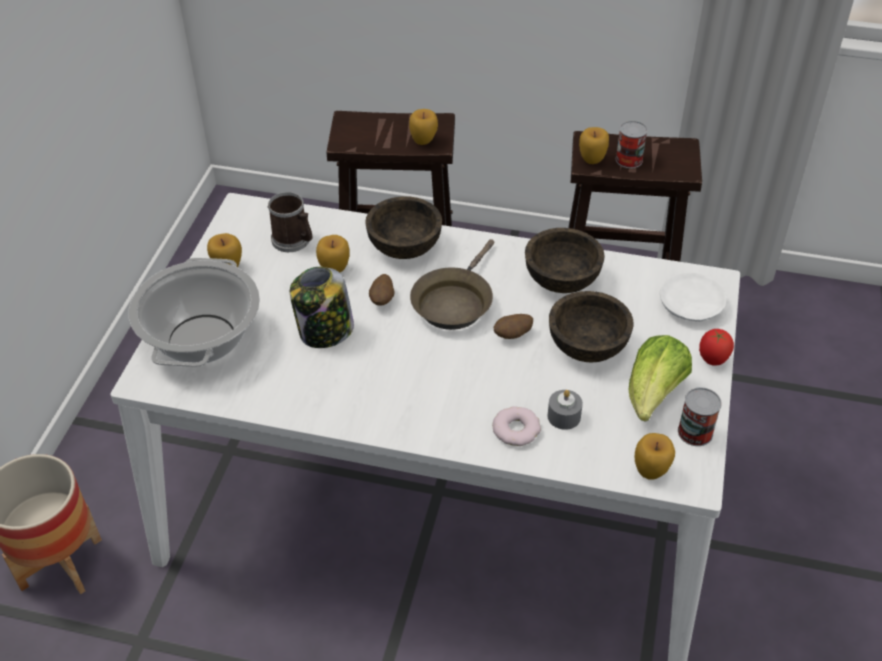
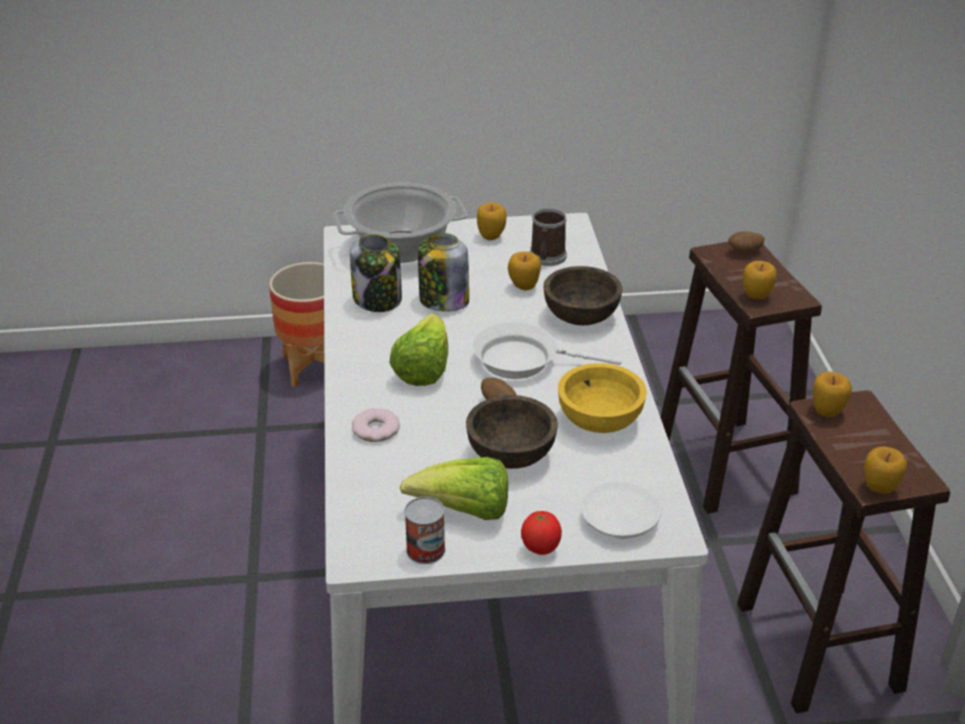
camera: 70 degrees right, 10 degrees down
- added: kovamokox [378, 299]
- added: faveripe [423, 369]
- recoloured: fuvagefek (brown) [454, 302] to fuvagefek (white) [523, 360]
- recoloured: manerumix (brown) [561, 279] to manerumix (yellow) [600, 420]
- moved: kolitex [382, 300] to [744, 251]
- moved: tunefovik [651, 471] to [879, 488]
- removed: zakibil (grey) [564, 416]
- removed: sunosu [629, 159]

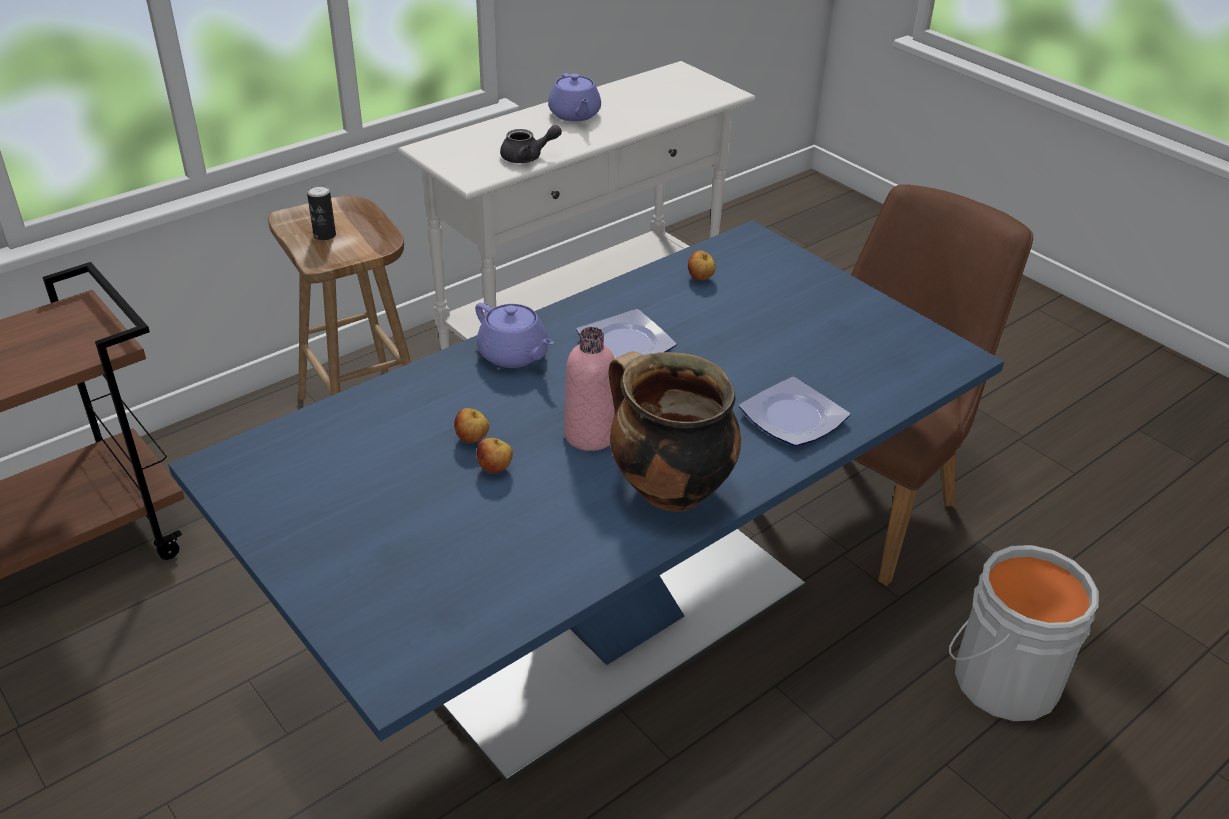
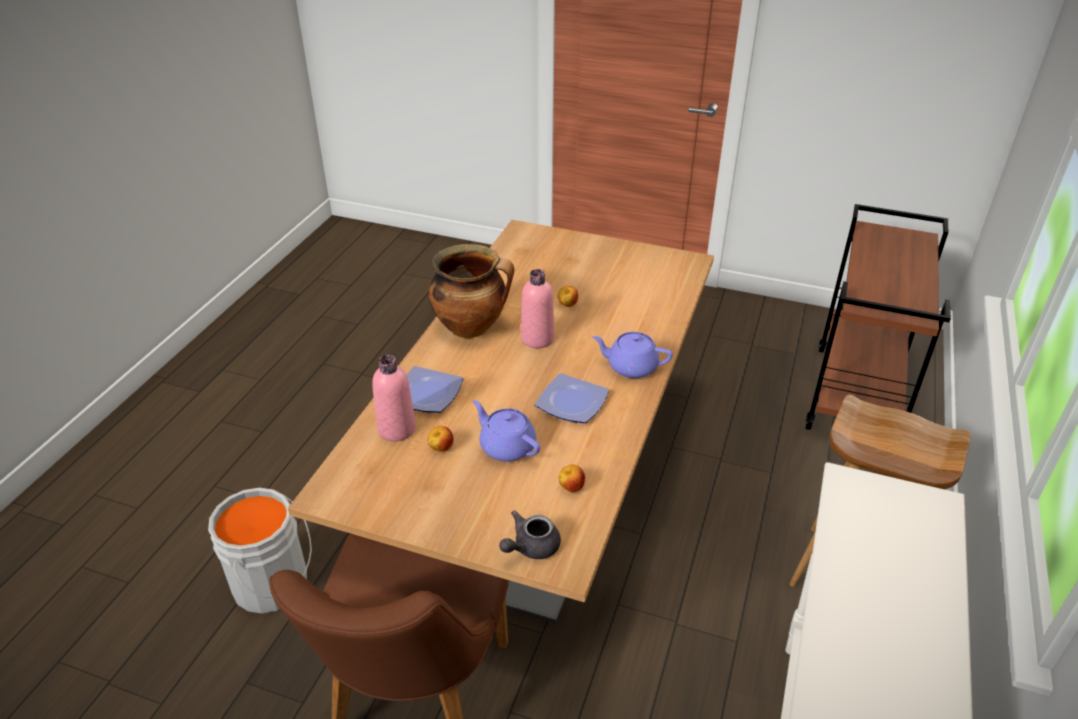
camera: 150 degrees right, 0 degrees up
- recoloured: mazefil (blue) [608, 623] to mazefil (beige) [539, 504]
- added: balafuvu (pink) [396, 429]
- moved: tunefovik [472, 439] to [441, 448]
- moved: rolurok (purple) [575, 115] to [506, 446]
- moved: rolurok (grey) [527, 157] to [530, 547]
- removed: sunosu [324, 235]

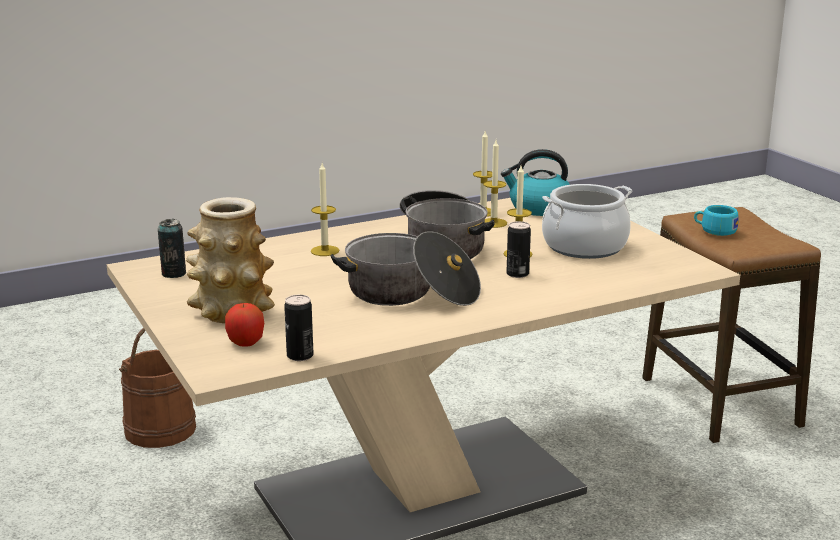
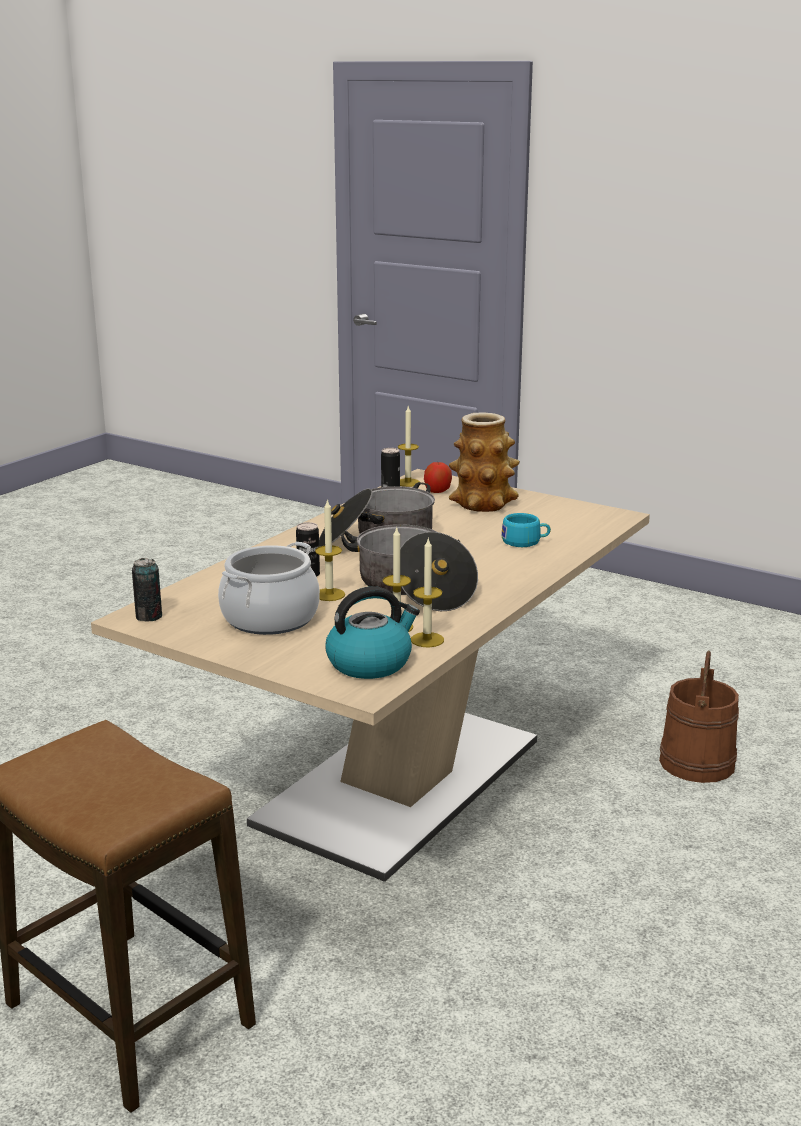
camera: 150 degrees right, 0 degrees up
- moved: sunosu [174, 273] to [149, 617]
- moved: zakibil [325, 251] to [408, 482]
- moved: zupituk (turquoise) [714, 230] to [525, 542]

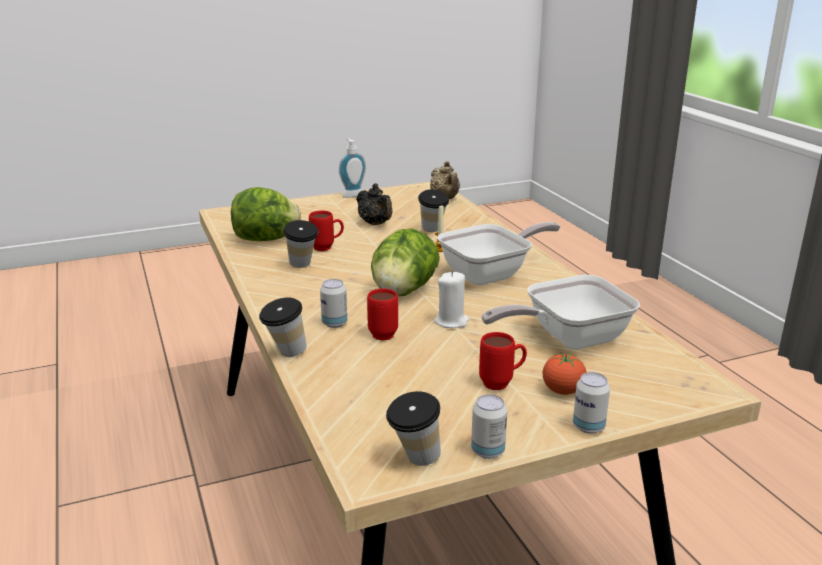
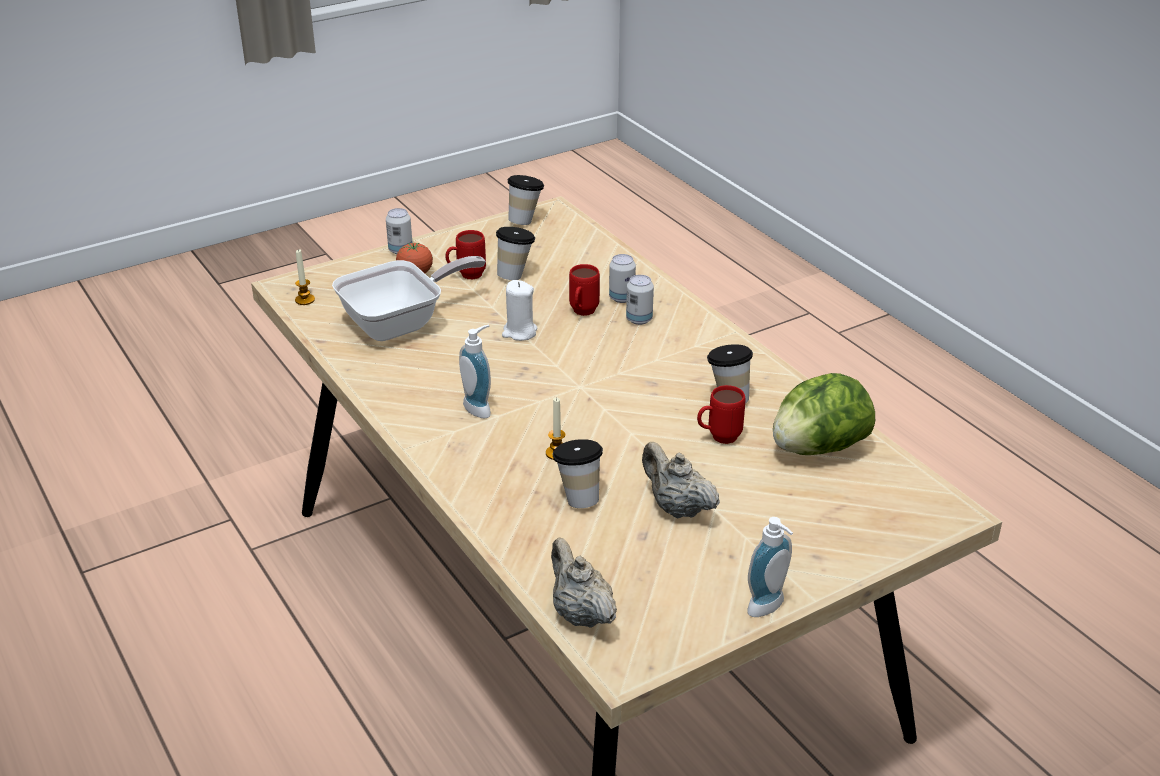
camera: 170 degrees right, 10 degrees up
- added: zakibil [305, 300]
- replaced: fuvagefek [491, 274] to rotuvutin [480, 408]
- moved: zupituk [285, 354] to [515, 275]
- moved: sunosu [487, 451] to [621, 298]
- recoloured: rolurok (black) [375, 224] to rolurok (beige) [677, 508]
- removed: faveripe [403, 292]

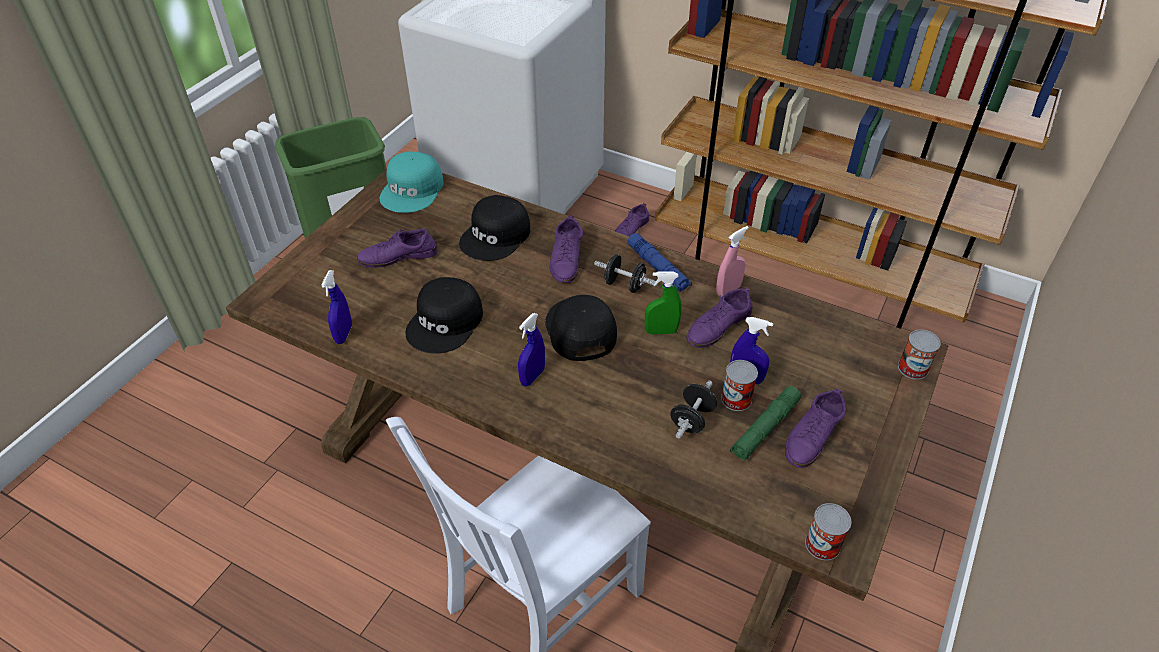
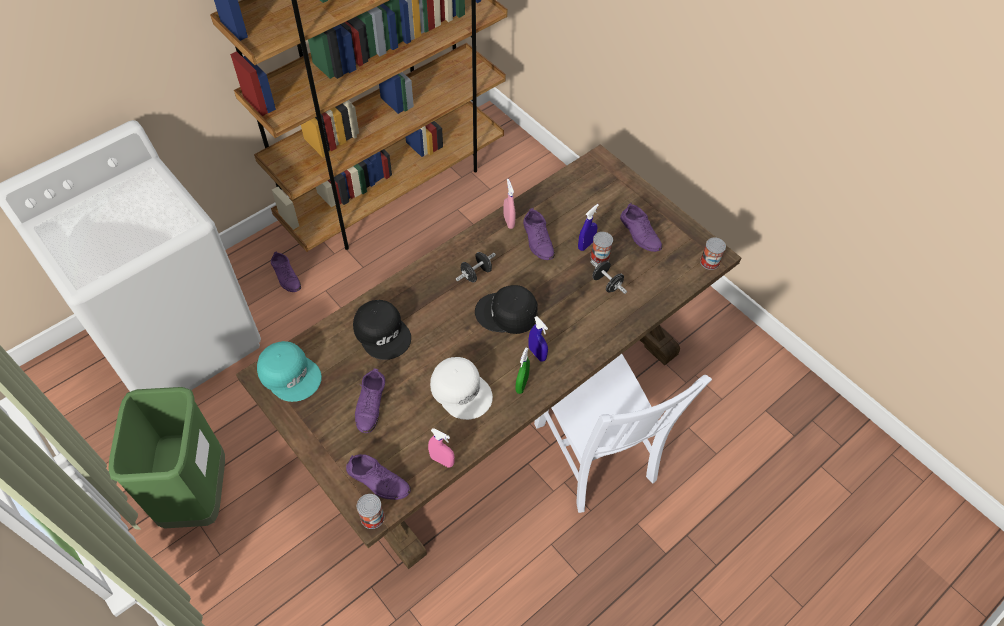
camera: 70 degrees left, 10 degrees up
- moved: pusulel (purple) [566, 259] to [378, 480]
- moved: sunosu [913, 368] to [372, 517]
- recoloured: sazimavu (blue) [344, 334] to sazimavu (pink) [442, 460]
- recoloured: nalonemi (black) [446, 322] to nalonemi (white) [461, 390]
- moved: sazimavu (green) [661, 331] to [522, 384]
- removed: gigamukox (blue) [658, 268]
- removed: gigamukox (green) [764, 428]

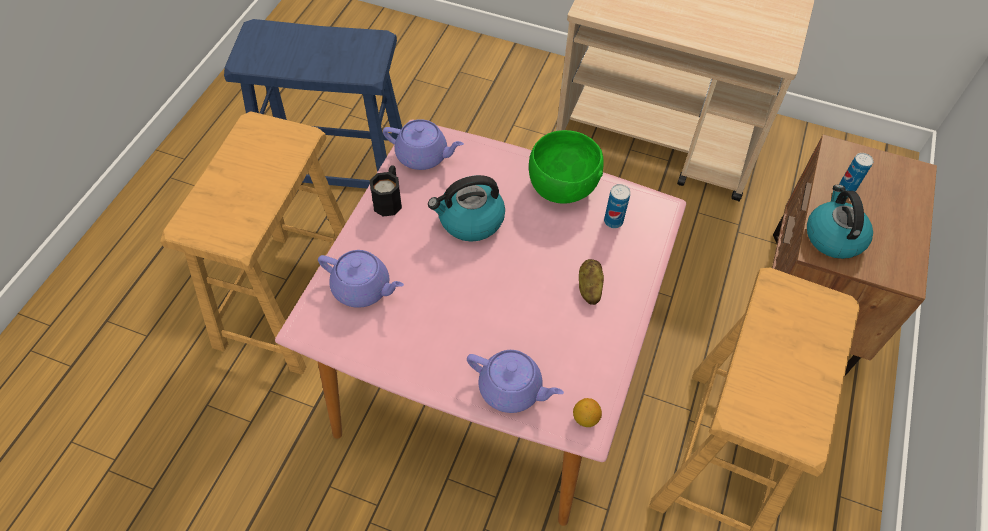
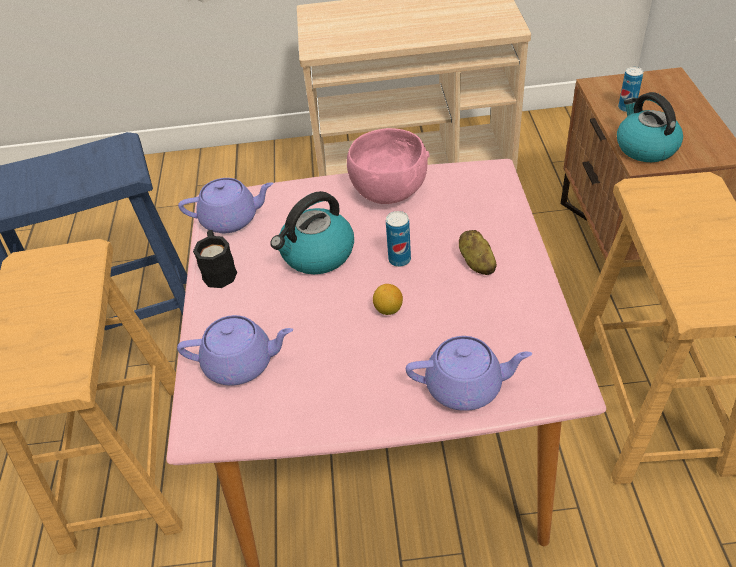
camera: 20 degrees left, 10 degrees down
- recoloured: manerumix (green) [562, 186] to manerumix (pink) [389, 191]
- moved: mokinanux [585, 418] to [388, 309]
- moved: sunosu [613, 221] to [399, 260]

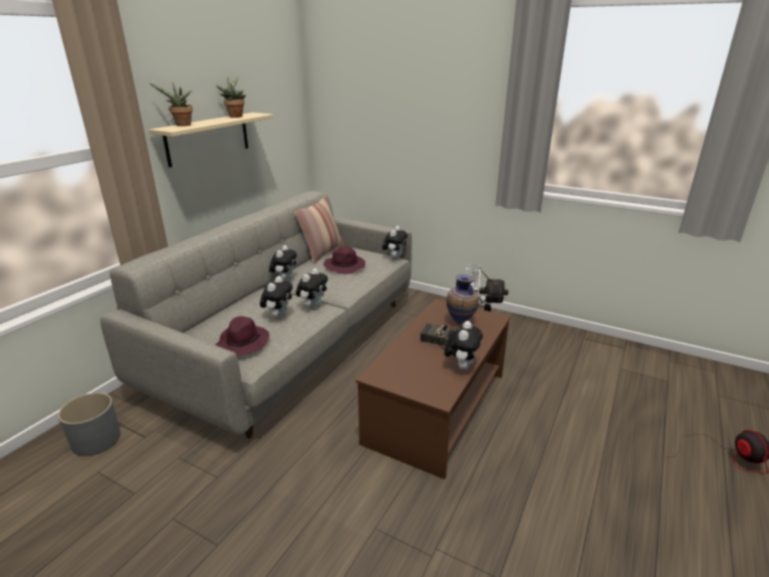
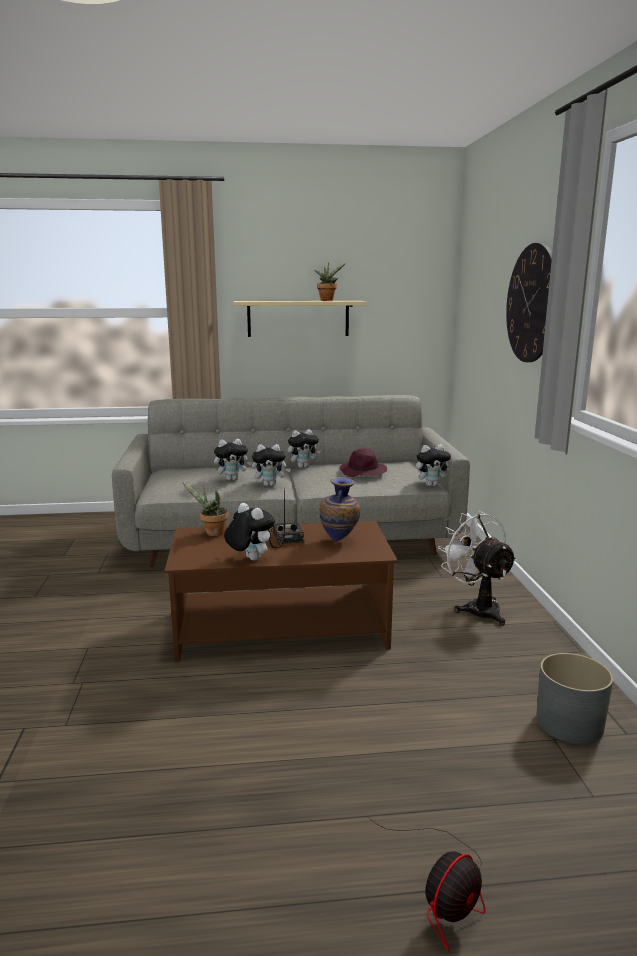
camera: 55 degrees right, 10 degrees down
- moved: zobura [182, 125] to [212, 533]
- turned: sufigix [461, 366] = [249, 559] 120 degrees counterclockwise
- added: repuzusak [532, 303]
- moved: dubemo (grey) [96, 440] to [569, 723]
- removed: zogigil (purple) [243, 342]
- removed: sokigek [322, 253]

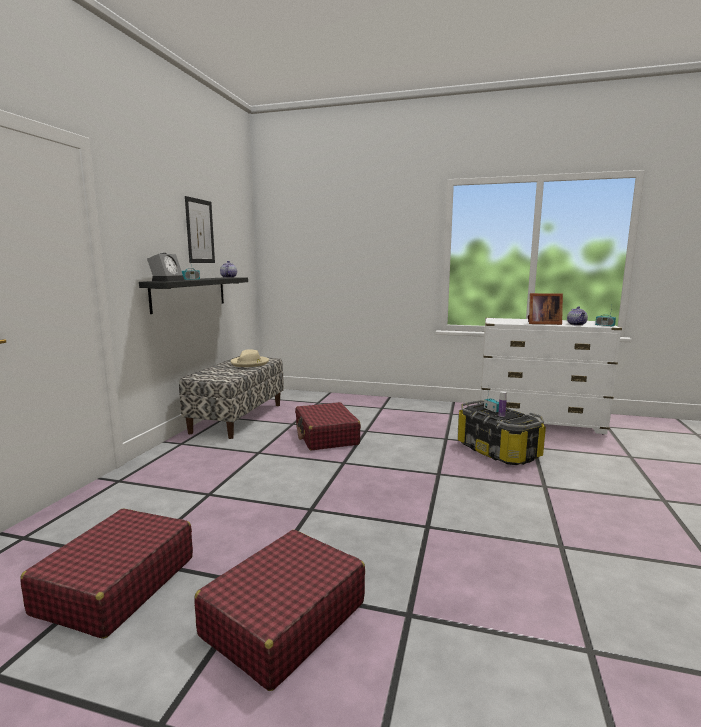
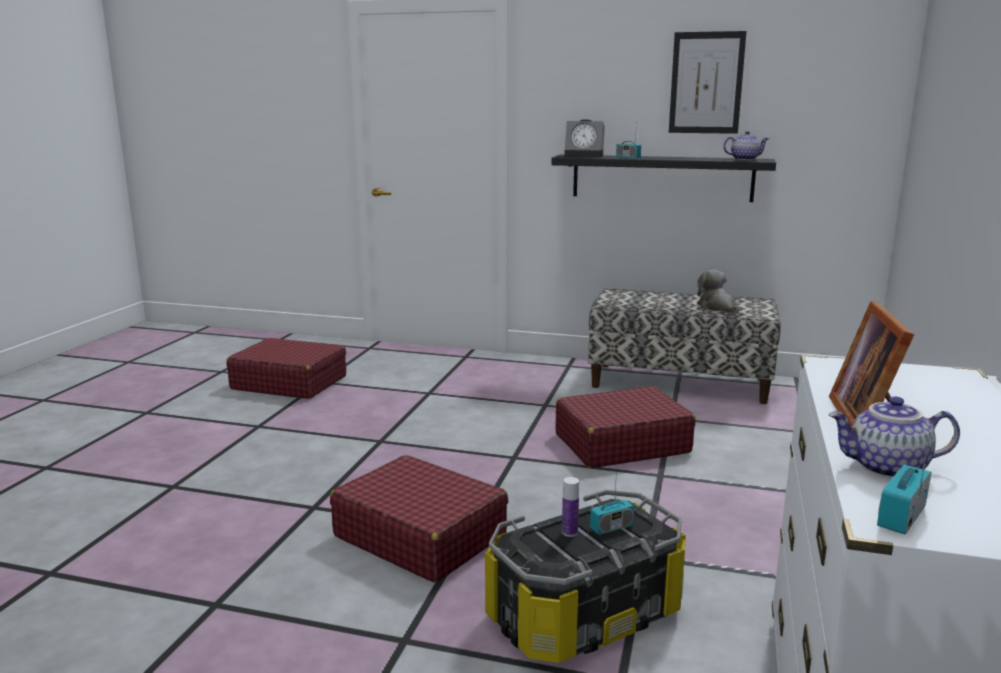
camera: 90 degrees right, 5 degrees up
- moved: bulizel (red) [283, 619] to [420, 536]
- replaced: zogigil (beige) [250, 363] to sufigix [717, 307]

